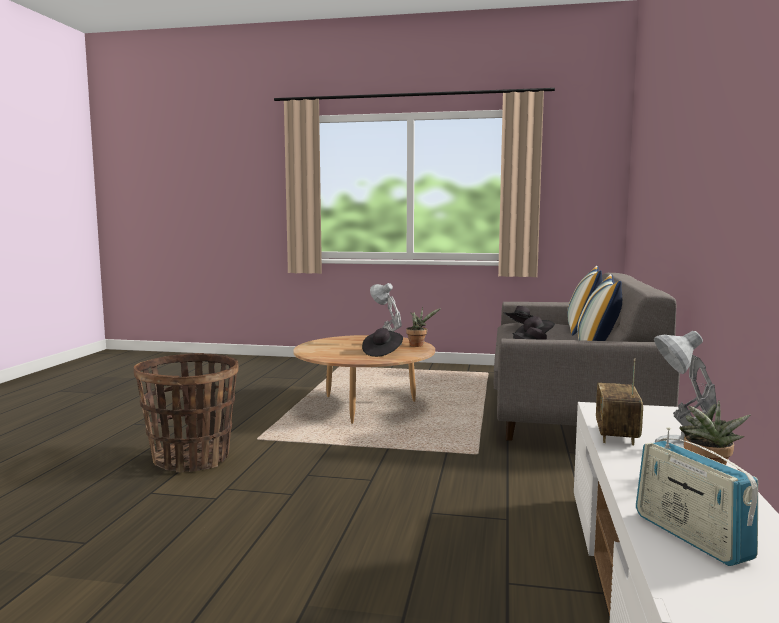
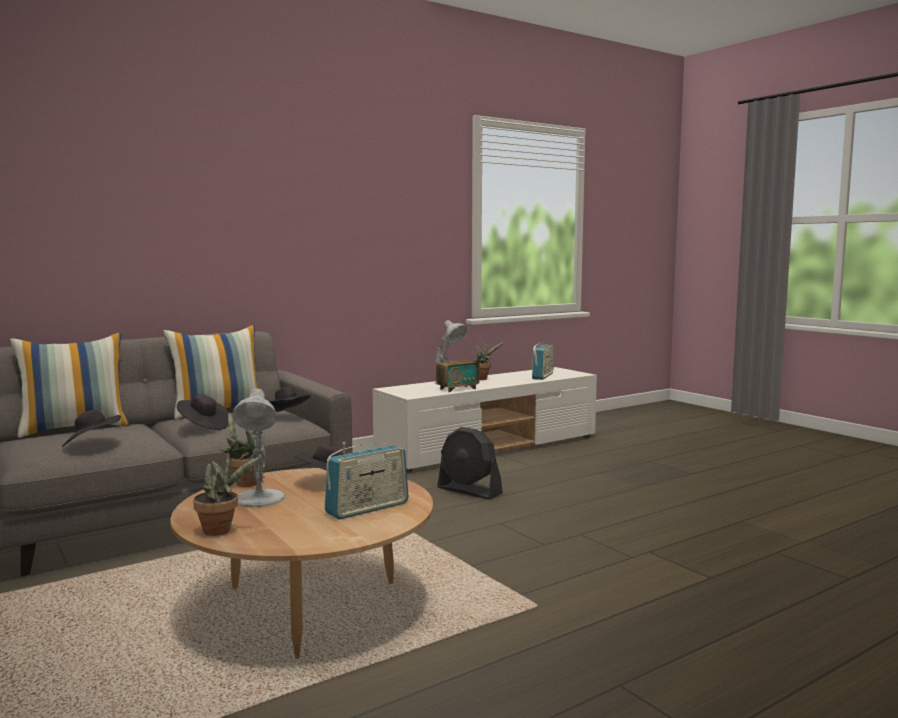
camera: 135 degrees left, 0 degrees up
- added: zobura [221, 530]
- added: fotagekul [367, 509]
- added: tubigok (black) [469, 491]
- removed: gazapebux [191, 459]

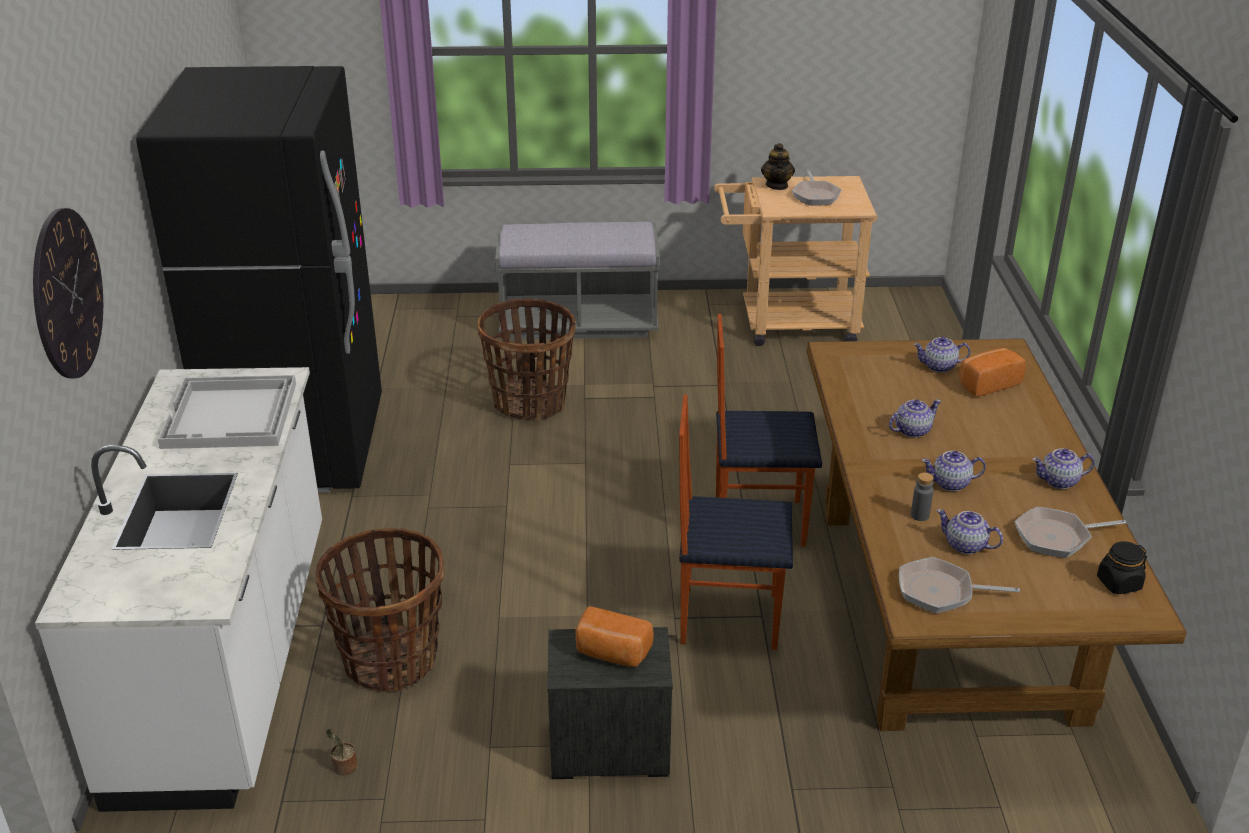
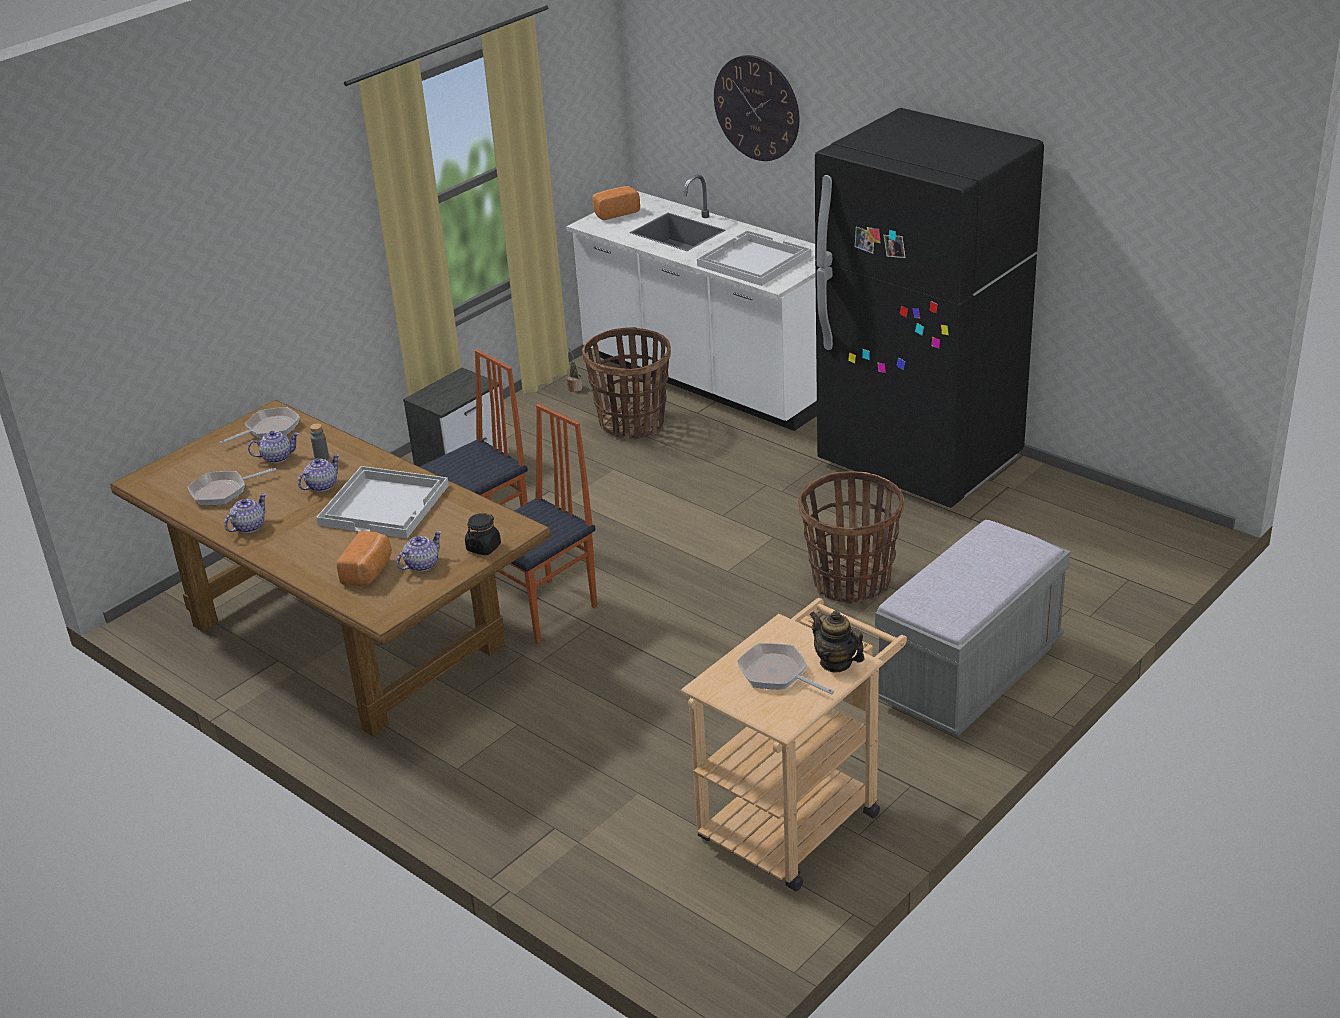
camera: 135 degrees right, 0 degrees up
- turned: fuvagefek [1057, 537] = [223, 491] 150 degrees counterclockwise
- replaced: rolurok [912, 430] to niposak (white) [385, 504]
- moved: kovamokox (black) [1118, 583] to [483, 547]
- moved: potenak [612, 653] to [615, 212]

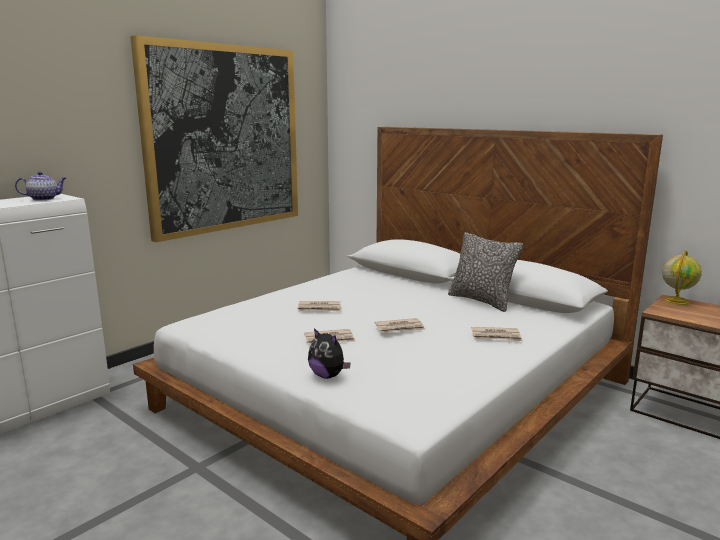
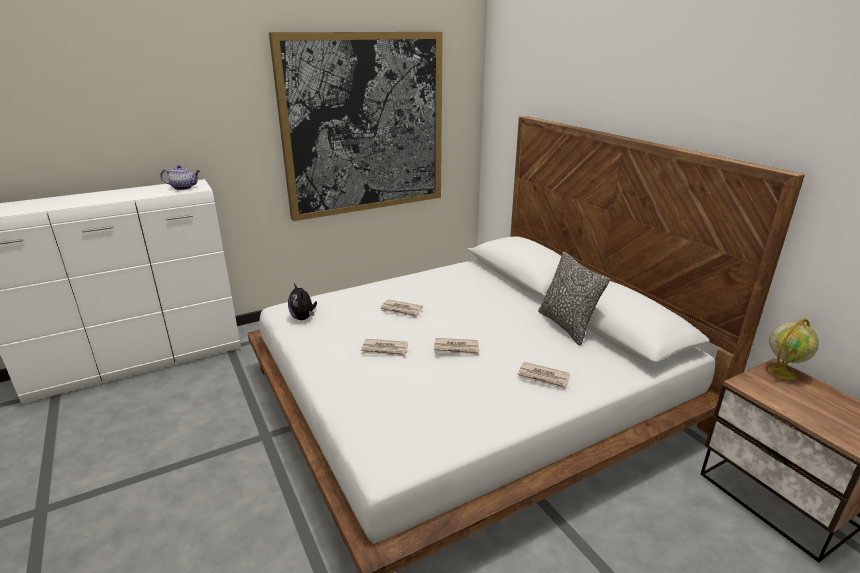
camera: 20 degrees right, 10 degrees up
- moved: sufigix [328, 376] to [303, 318]

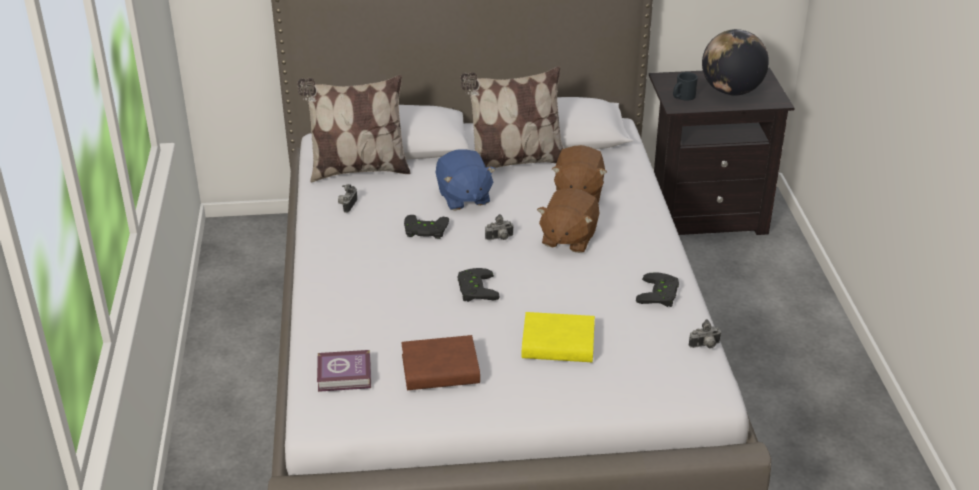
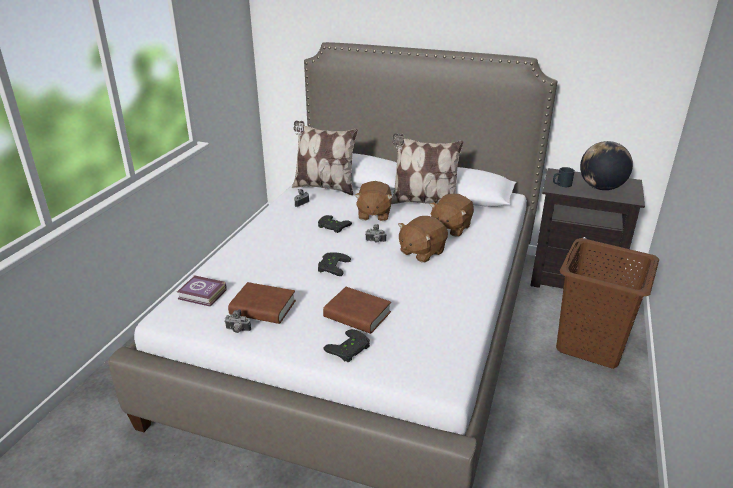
camera: 25 degrees right, 5 degrees down
- moved: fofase [705, 346] to [237, 330]
- recoloured: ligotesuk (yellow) [558, 344] to ligotesuk (brown) [357, 315]
- moved: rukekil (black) [661, 294] to [350, 349]
- recoloured: sufigix (blue) [463, 197] to sufigix (brown) [373, 214]
- added: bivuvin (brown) [591, 345]

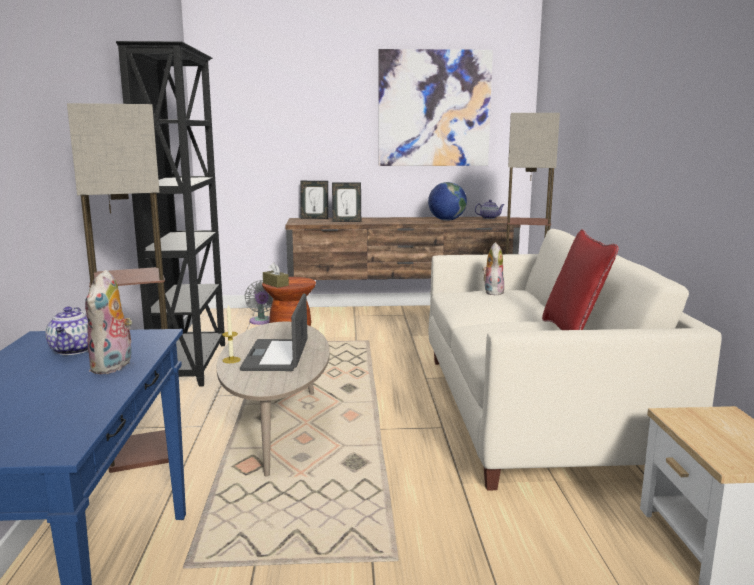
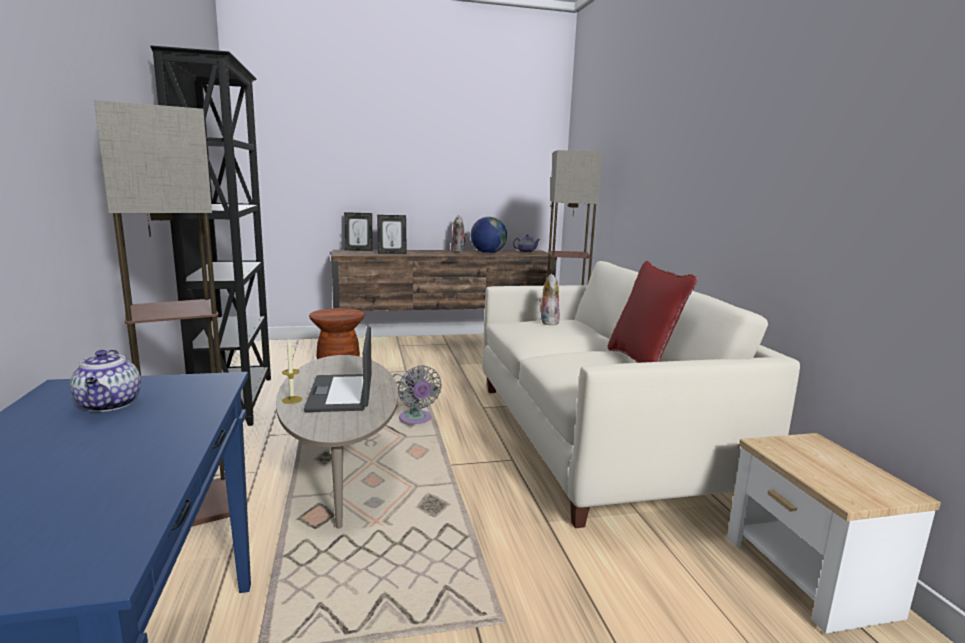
camera: 10 degrees left, 0 degrees up
- moved: tubigok (grey) [261, 322] to [416, 420]
- moved: sufigix [113, 366] to [458, 251]
- removed: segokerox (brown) [275, 284]
- removed: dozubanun [434, 108]

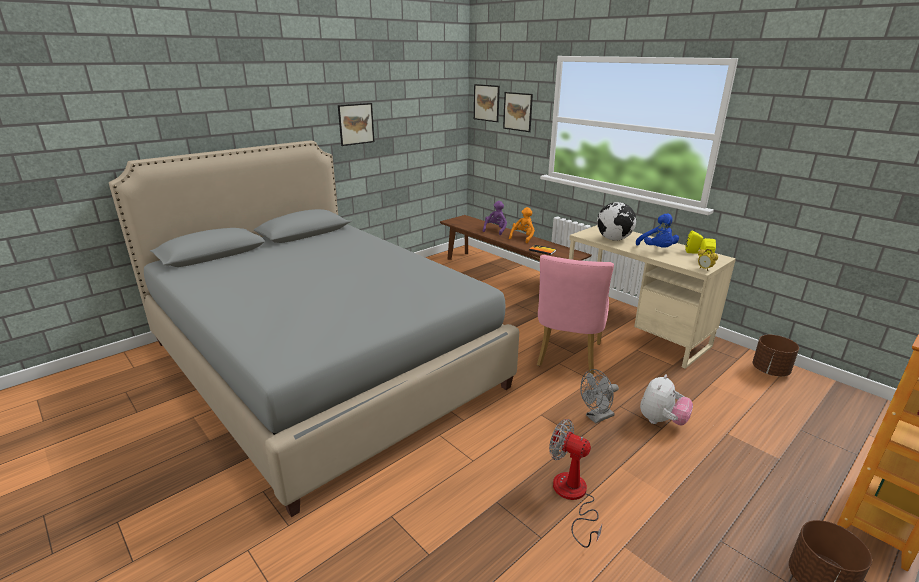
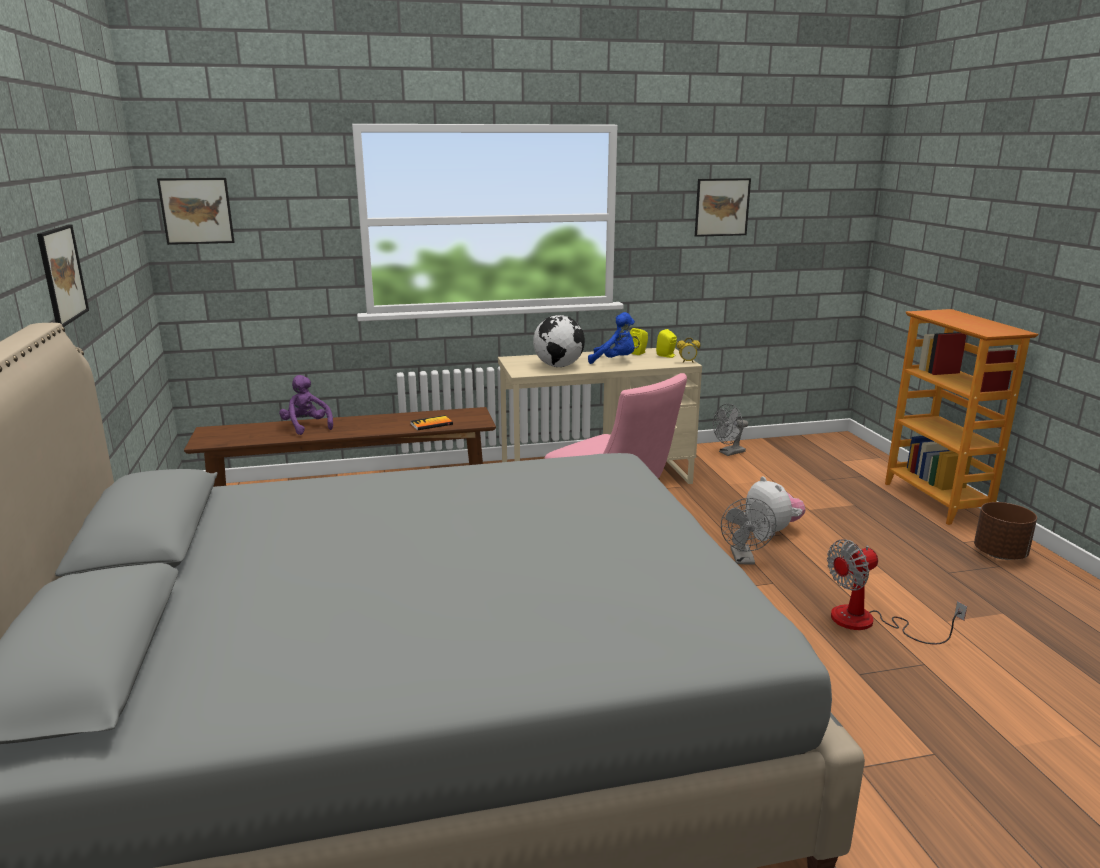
camera: 60 degrees left, 5 degrees down
- moved: dozubanun [518, 111] to [722, 207]
- replaced: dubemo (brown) [770, 371] to tubigok (grey) [729, 453]
- removed: sufigix (orange) [523, 237]

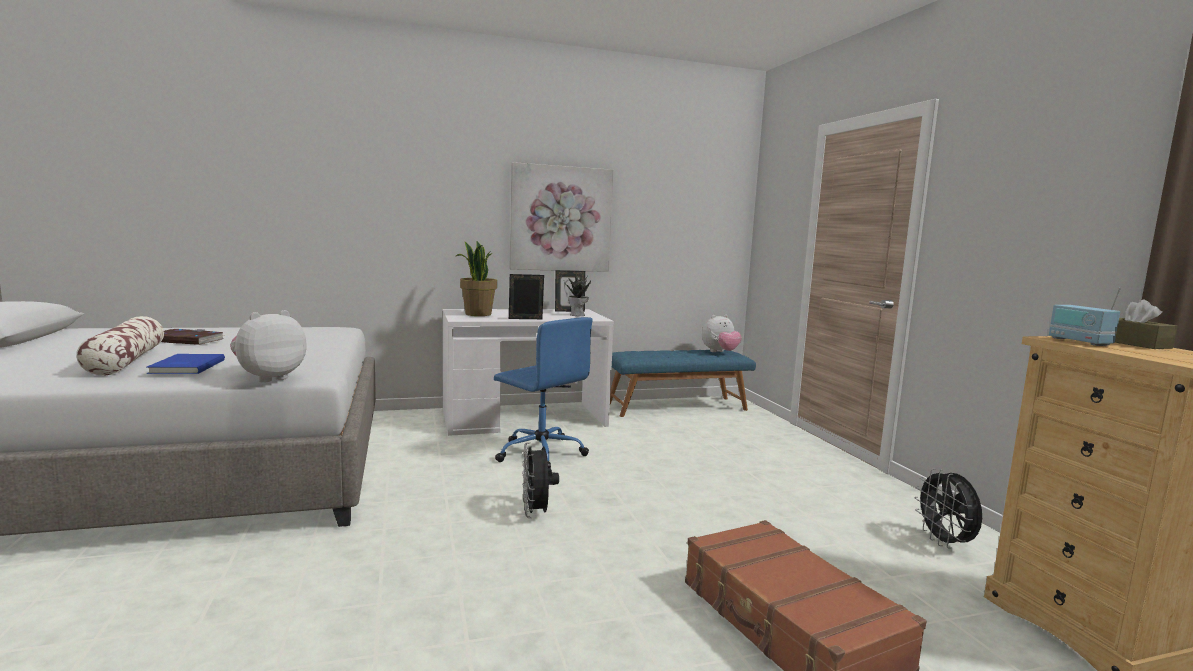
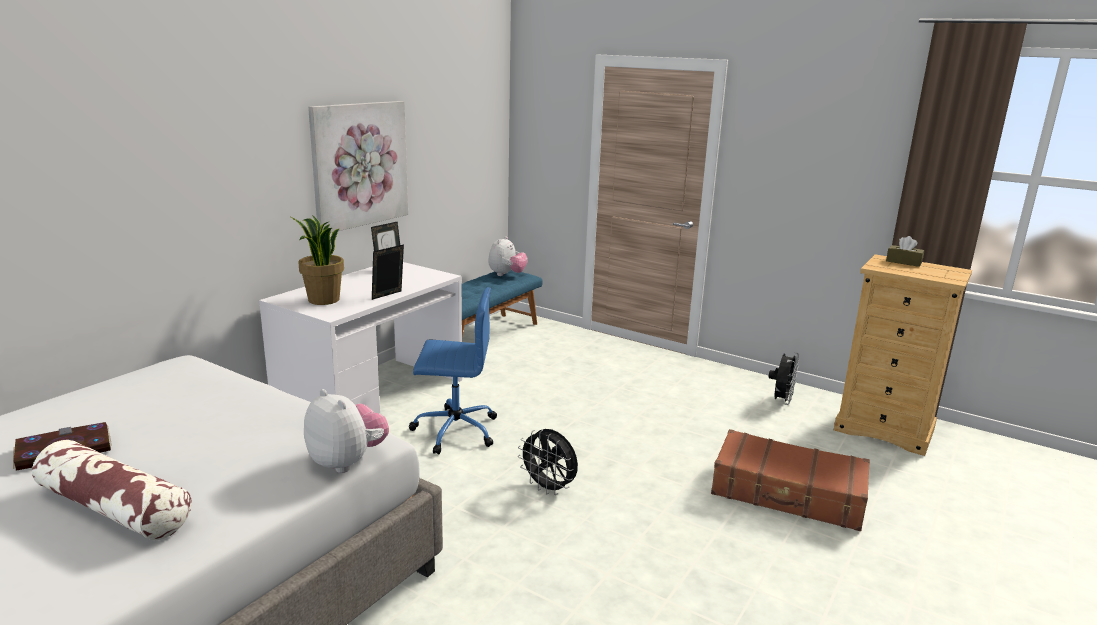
camera: 40 degrees left, 10 degrees up
- turned: sufigix [268, 378] = [347, 462] 135 degrees clockwise
- turned: tubigok (black) [945, 543] = [781, 401] 105 degrees counterclockwise
- removed: ligotesuk (blue) [185, 366]
- removed: zobura [578, 315]
- removed: fotagekul [1079, 342]

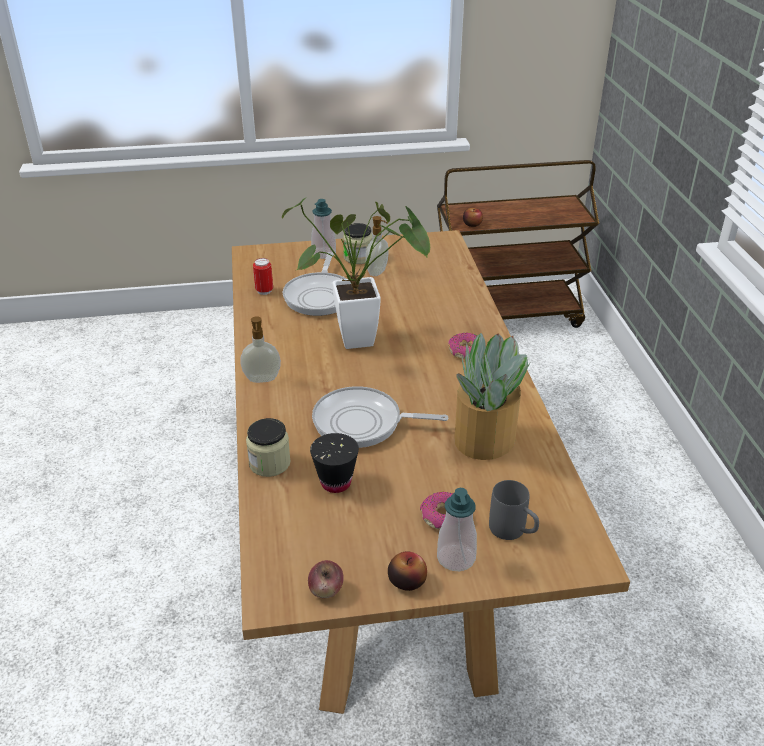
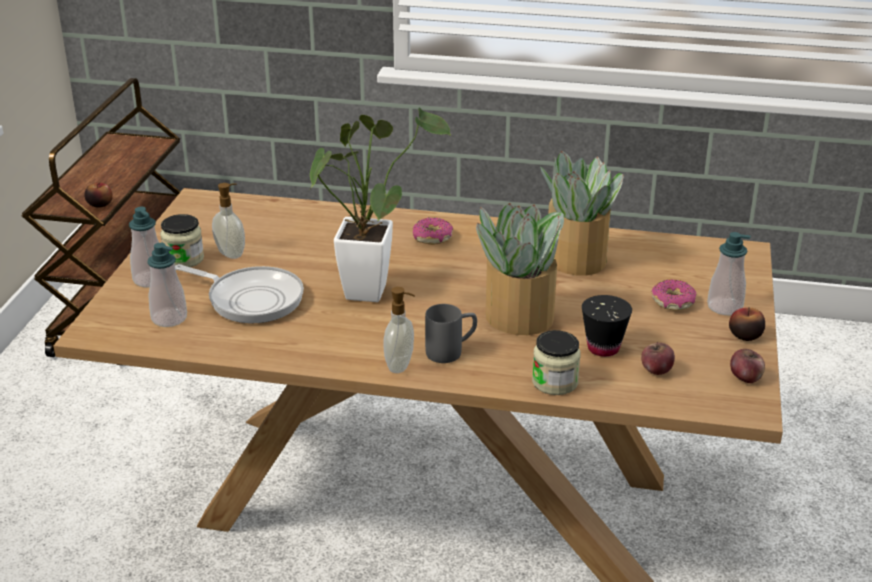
camera: 70 degrees left, 5 degrees down
- added: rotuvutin [169, 318]
- moved: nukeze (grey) [513, 532] to [451, 351]
- replaced: fuvagefek [363, 423] to zobura [518, 316]
- added: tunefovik [656, 370]
- removed: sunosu [264, 291]

